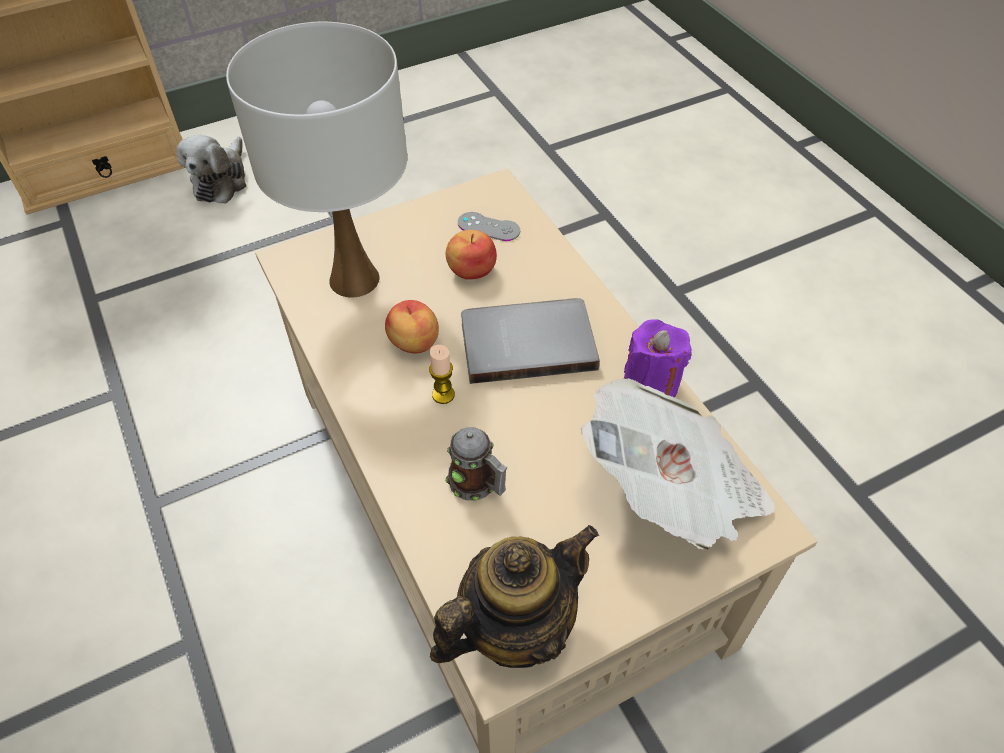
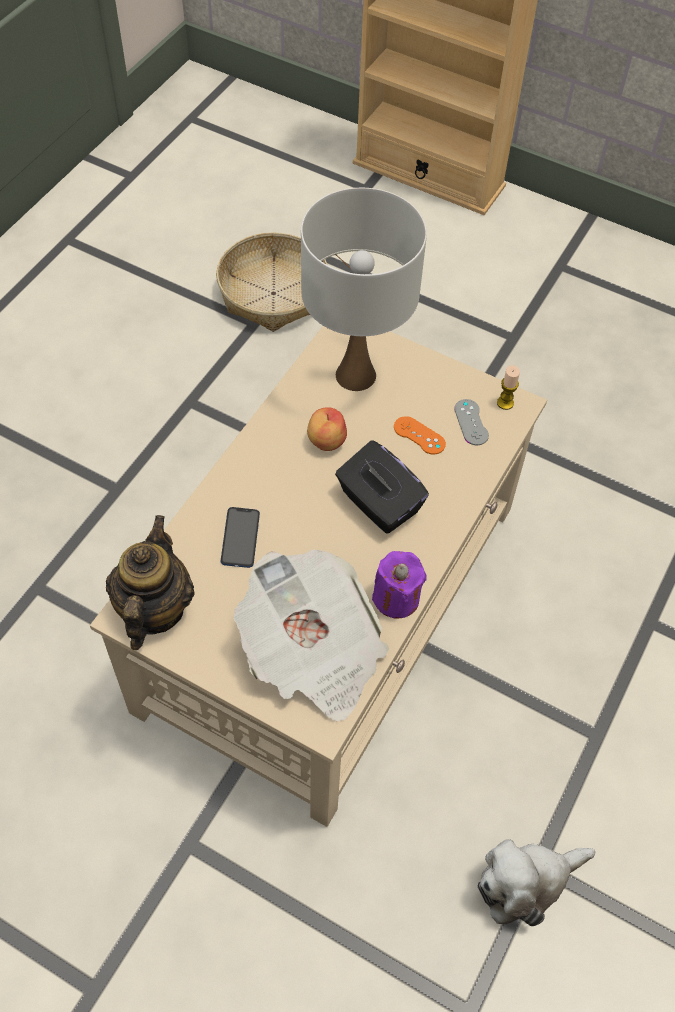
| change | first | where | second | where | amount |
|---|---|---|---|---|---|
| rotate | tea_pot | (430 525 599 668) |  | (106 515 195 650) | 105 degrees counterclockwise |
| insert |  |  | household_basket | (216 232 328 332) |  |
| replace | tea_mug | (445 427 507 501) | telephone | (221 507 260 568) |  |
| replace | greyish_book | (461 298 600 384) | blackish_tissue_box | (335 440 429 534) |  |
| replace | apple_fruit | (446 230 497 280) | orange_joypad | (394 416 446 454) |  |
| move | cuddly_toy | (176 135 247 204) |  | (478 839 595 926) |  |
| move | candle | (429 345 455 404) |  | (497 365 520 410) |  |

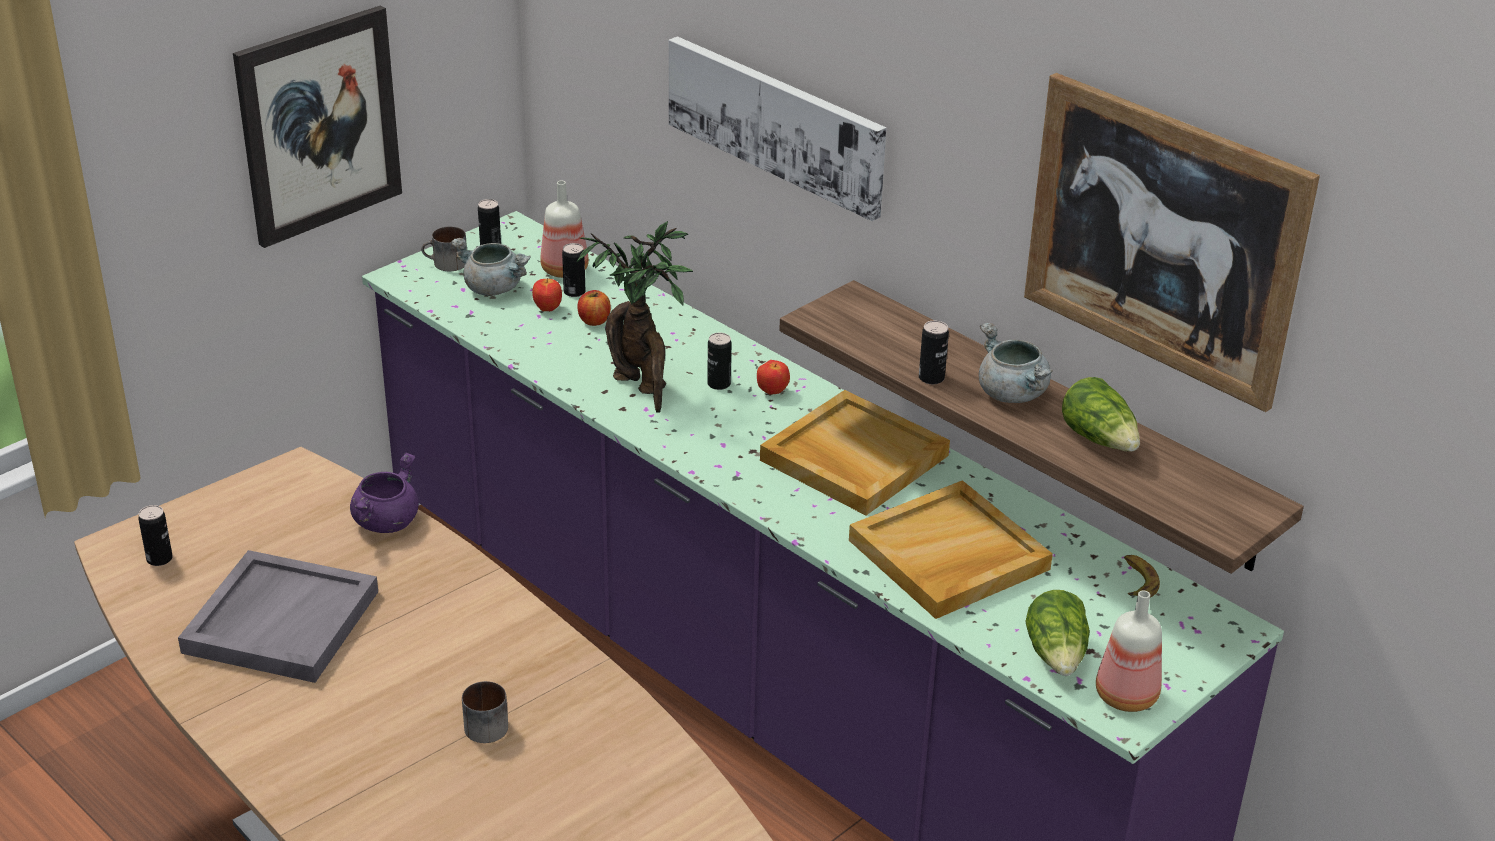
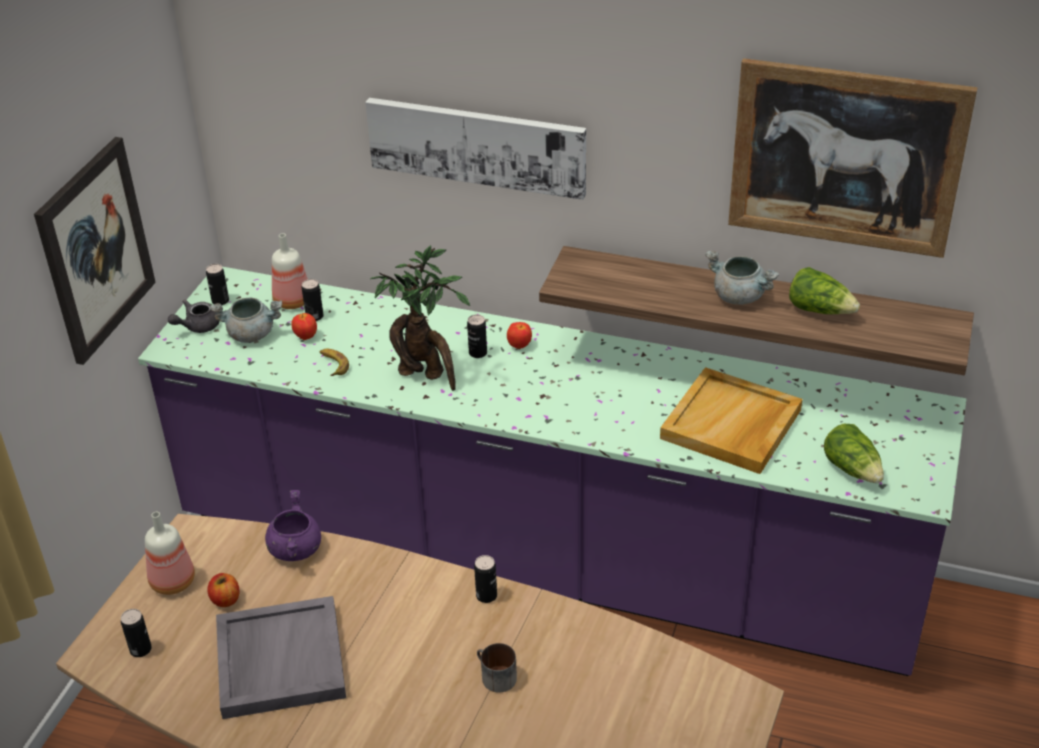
| change | first | where | second | where | amount |
|---|---|---|---|---|---|
| move | drink_bottle | (1096 590 1162 712) |  | (145 512 195 595) |  |
| replace | tea_mug | (421 226 467 271) | greyish_tea_pot | (168 300 220 333) |  |
| move | apple_fruit | (577 290 611 326) |  | (207 573 239 607) |  |
| move | banana_fruit | (1124 555 1160 597) |  | (320 349 349 376) |  |
| move | sealed_can | (919 321 949 384) |  | (474 555 497 603) |  |
| delete | beige-coloured_carrying_tray | (760 390 950 515) |  |  |  |

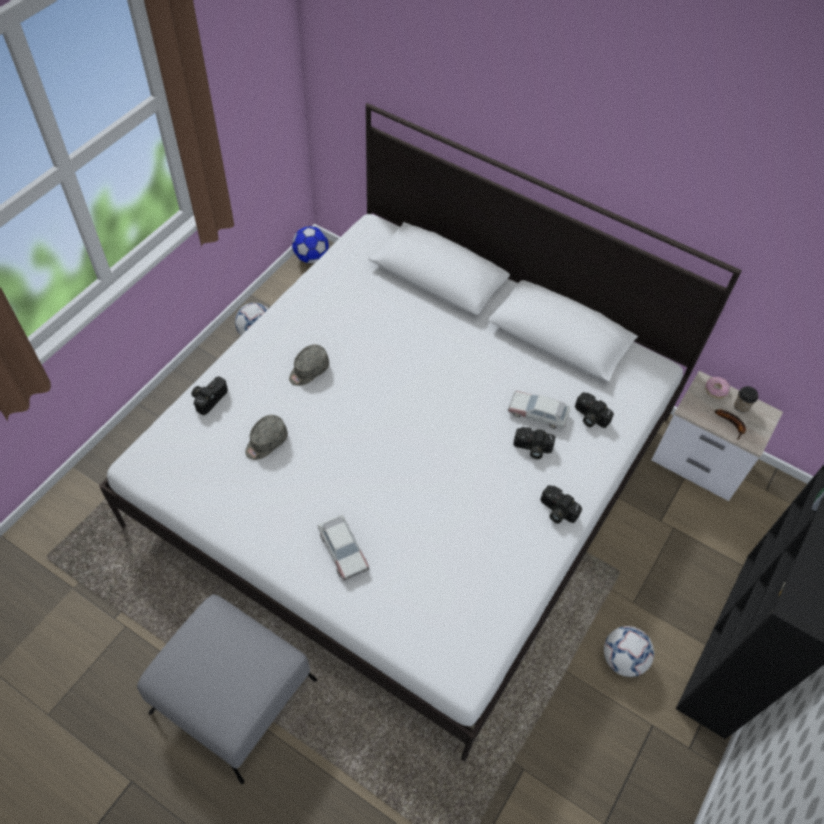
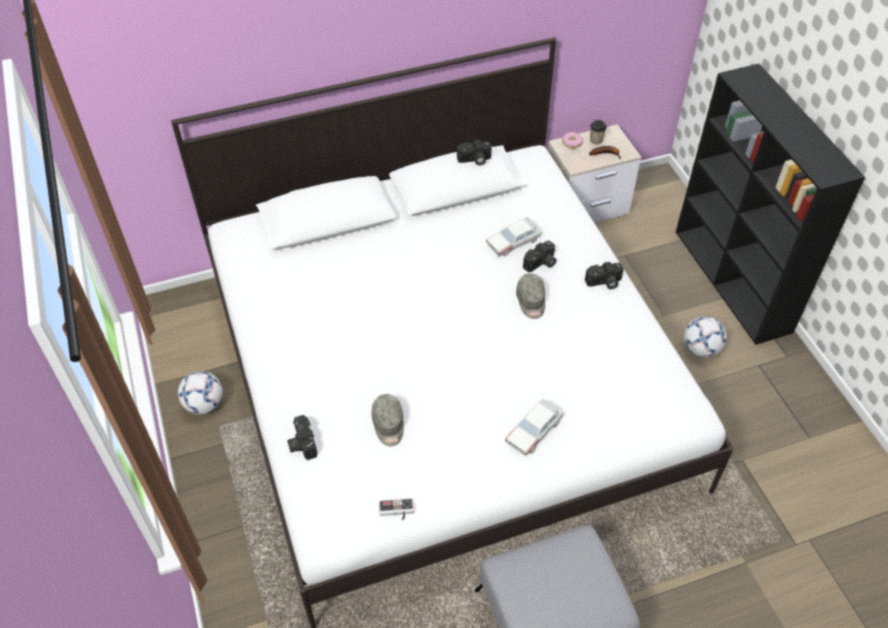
| change | first | where | second | where | amount |
|---|---|---|---|---|---|
| insert |  |  | joypad | (379 498 414 520) |  |
| move | photo_camera | (575 392 614 428) |  | (457 140 492 165) |  |
| rotate | model_car | (318 515 369 581) |  | (505 399 563 456) | 120 degrees clockwise |
| move | greyish_peaked_cap | (289 344 329 386) |  | (516 273 545 319) |  |
| delete | ball_for_football | (292 226 329 263) |  |  |  |

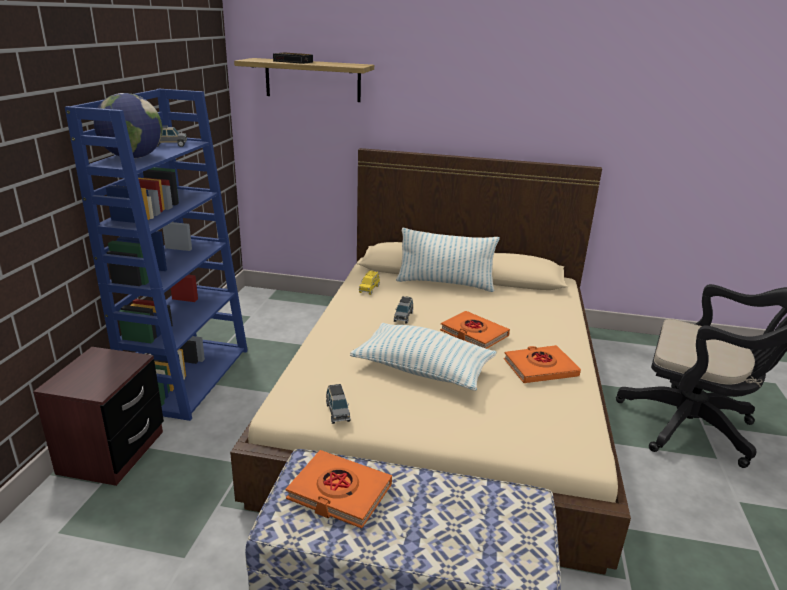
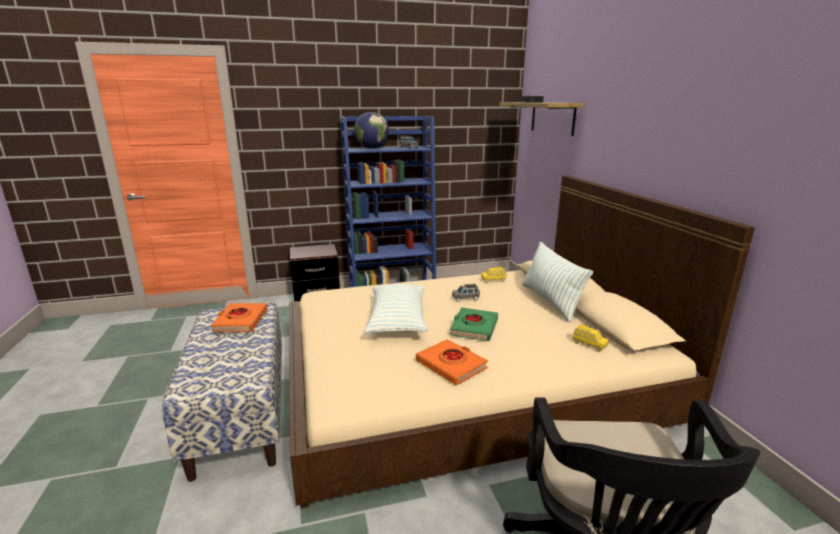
| change | first | where | second | where | amount |
|---|---|---|---|---|---|
| recolor | orange_book | (440 311 510 349) | green-coloured_book | (450 307 498 341) |  |
| insert |  |  | yellow-coloured_model_car | (573 324 608 352) |  |
| delete | greyish_model_car | (326 384 351 424) |  |  |  |

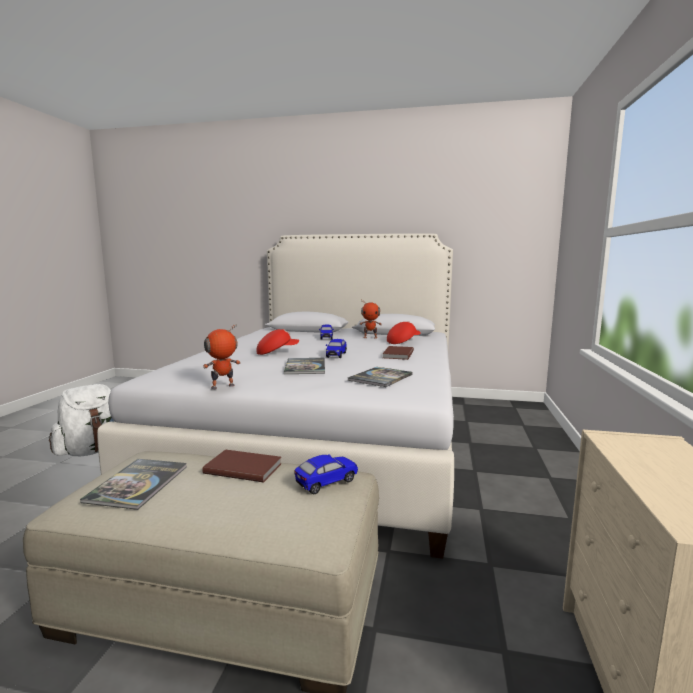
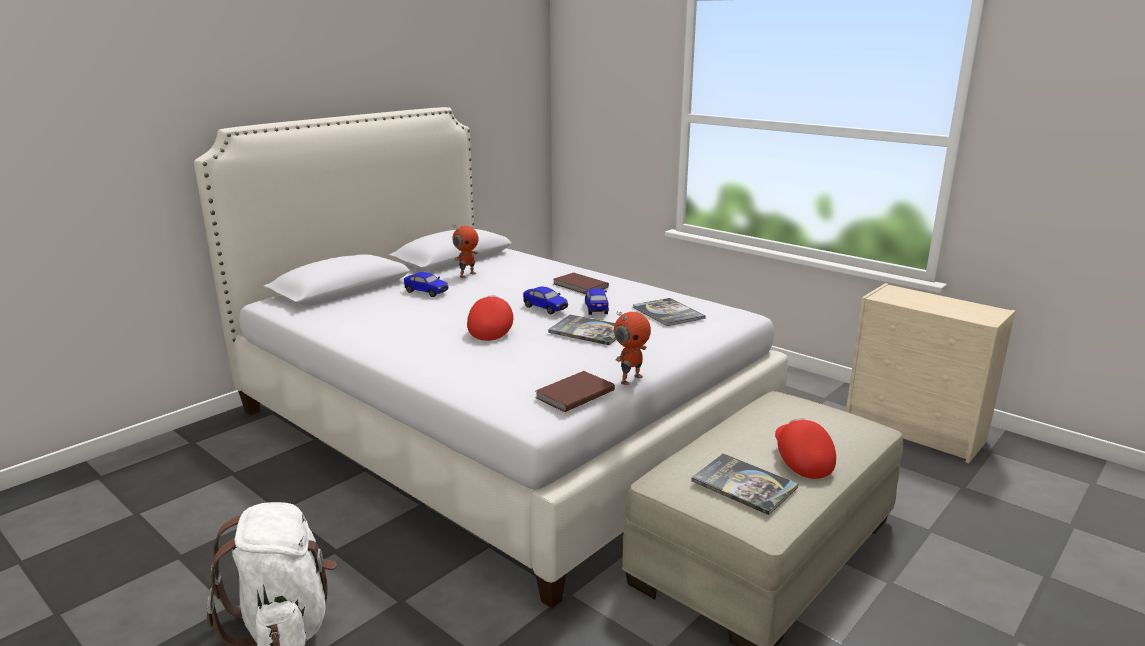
| change | first | where | second | where | amount |
|---|---|---|---|---|---|
| move | brown-coloured_book | (202 449 282 482) |  | (536 371 615 412) |  |
| move | model_car | (294 455 358 494) |  | (584 289 609 315) |  |
| rotate | model_robot | (203 325 241 389) |  | (614 311 651 385) | 135 degrees counterclockwise |
| move | red_peaked_cap | (387 321 421 344) |  | (775 418 836 479) |  |

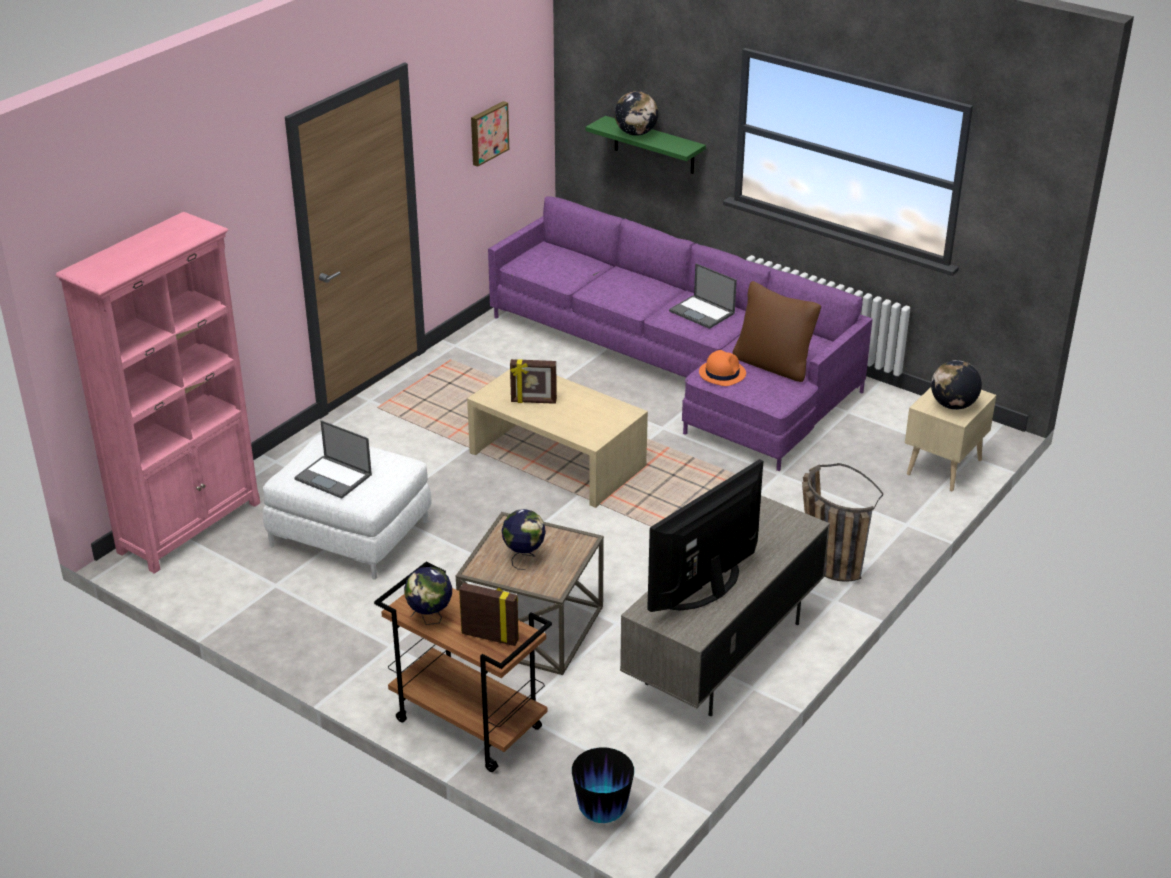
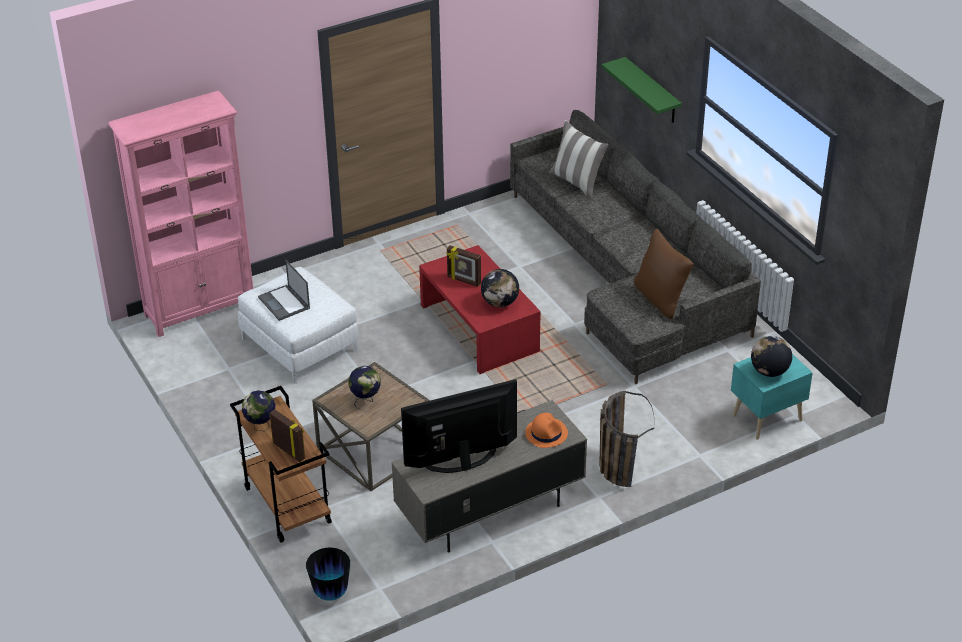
| change | first | where | second | where | amount |
|---|---|---|---|---|---|
| recolor | beige-coloured_coffee_table | (467 369 648 508) | red_coffee_table | (419 245 541 374) |  |
| move | globe | (615 91 658 136) |  | (481 269 519 307) |  |
| recolor | purple-coloured_settee | (488 196 873 471) | greyish_settee | (510 110 761 384) |  |
| move | orange_clothing_hat | (699 350 746 386) |  | (525 413 568 448) |  |
| insert |  |  | cushion | (549 120 609 199) |  |
| recolor | beige-coloured_nightstand | (905 387 996 491) | blue-green_nightstand | (731 354 813 440) |  |
| delete | picture | (471 101 509 167) |  |  |  |
| delete | laptop | (669 263 737 329) |  |  |  |

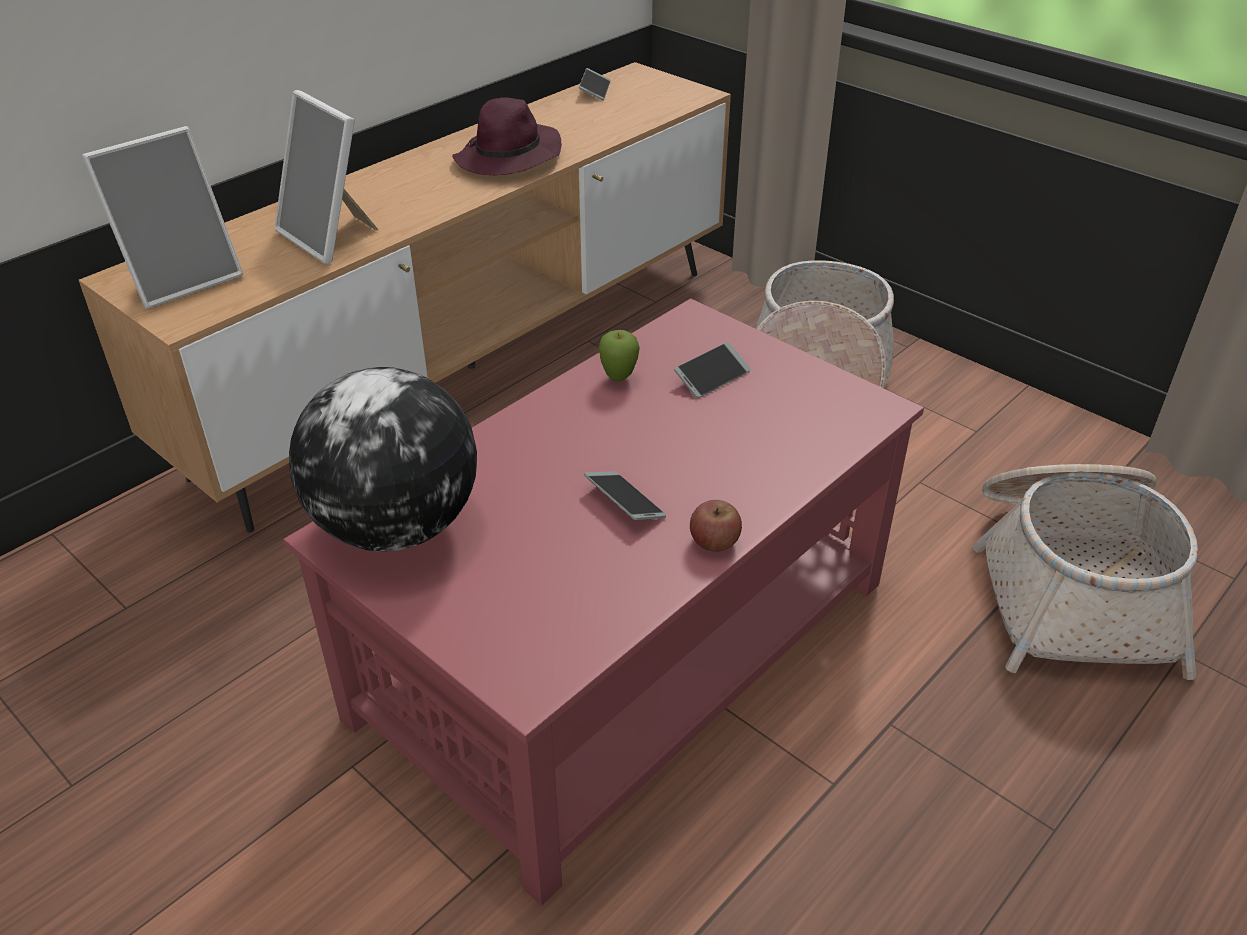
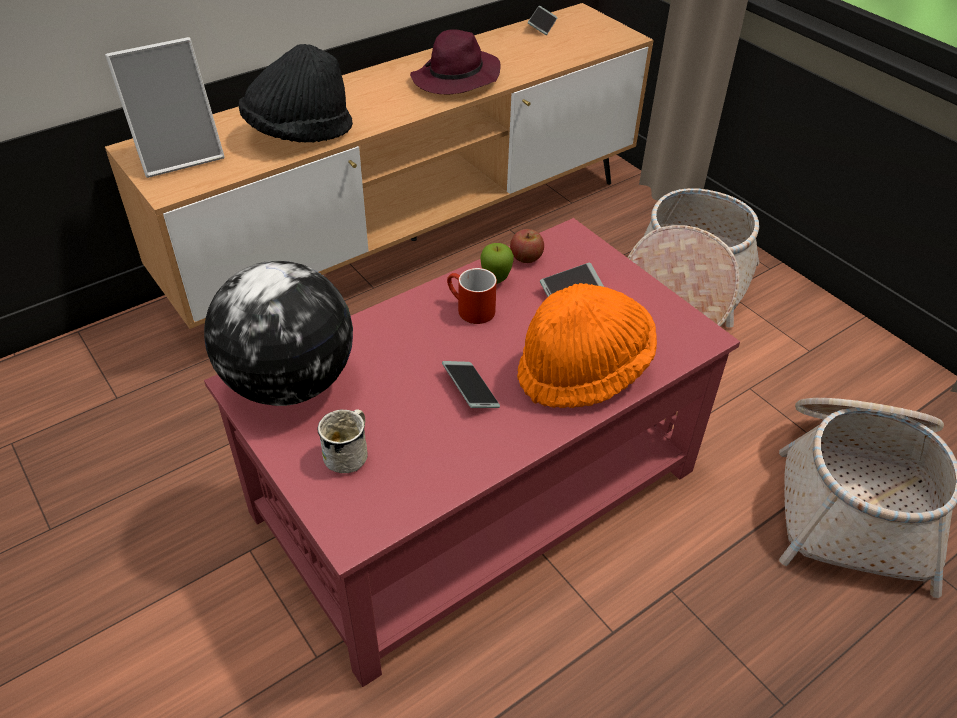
| change | first | where | second | where | amount |
|---|---|---|---|---|---|
| replace | picture_frame | (275 90 378 264) | blackish_clothing_hat | (238 44 353 143) |  |
| insert |  |  | whitish_tea_mug | (318 409 368 473) |  |
| insert |  |  | red_tea_mug | (447 268 497 324) |  |
| move | apple_fruit | (690 500 742 552) |  | (510 229 544 263) |  |
| insert |  |  | orange_clothing_hat | (517 283 657 408) |  |

